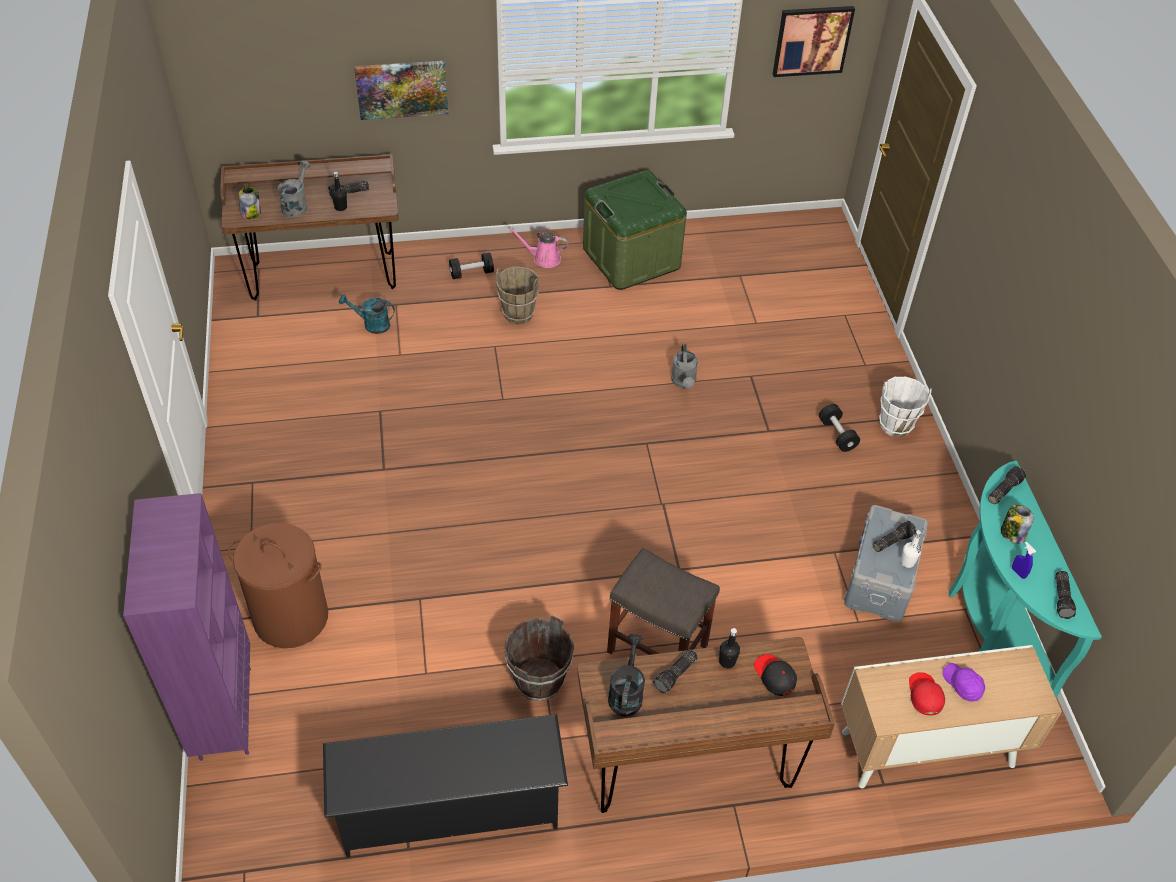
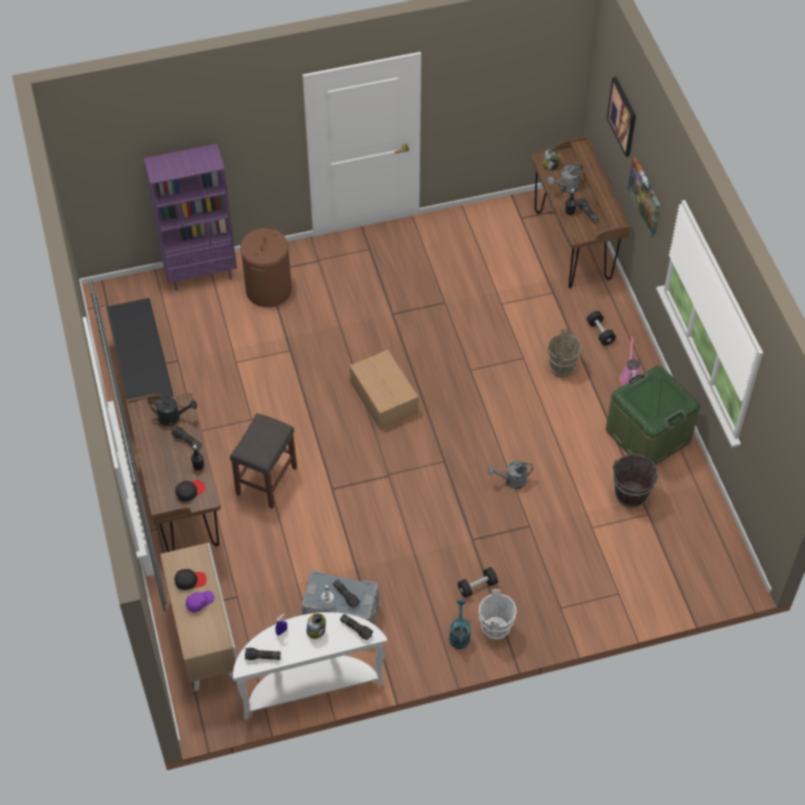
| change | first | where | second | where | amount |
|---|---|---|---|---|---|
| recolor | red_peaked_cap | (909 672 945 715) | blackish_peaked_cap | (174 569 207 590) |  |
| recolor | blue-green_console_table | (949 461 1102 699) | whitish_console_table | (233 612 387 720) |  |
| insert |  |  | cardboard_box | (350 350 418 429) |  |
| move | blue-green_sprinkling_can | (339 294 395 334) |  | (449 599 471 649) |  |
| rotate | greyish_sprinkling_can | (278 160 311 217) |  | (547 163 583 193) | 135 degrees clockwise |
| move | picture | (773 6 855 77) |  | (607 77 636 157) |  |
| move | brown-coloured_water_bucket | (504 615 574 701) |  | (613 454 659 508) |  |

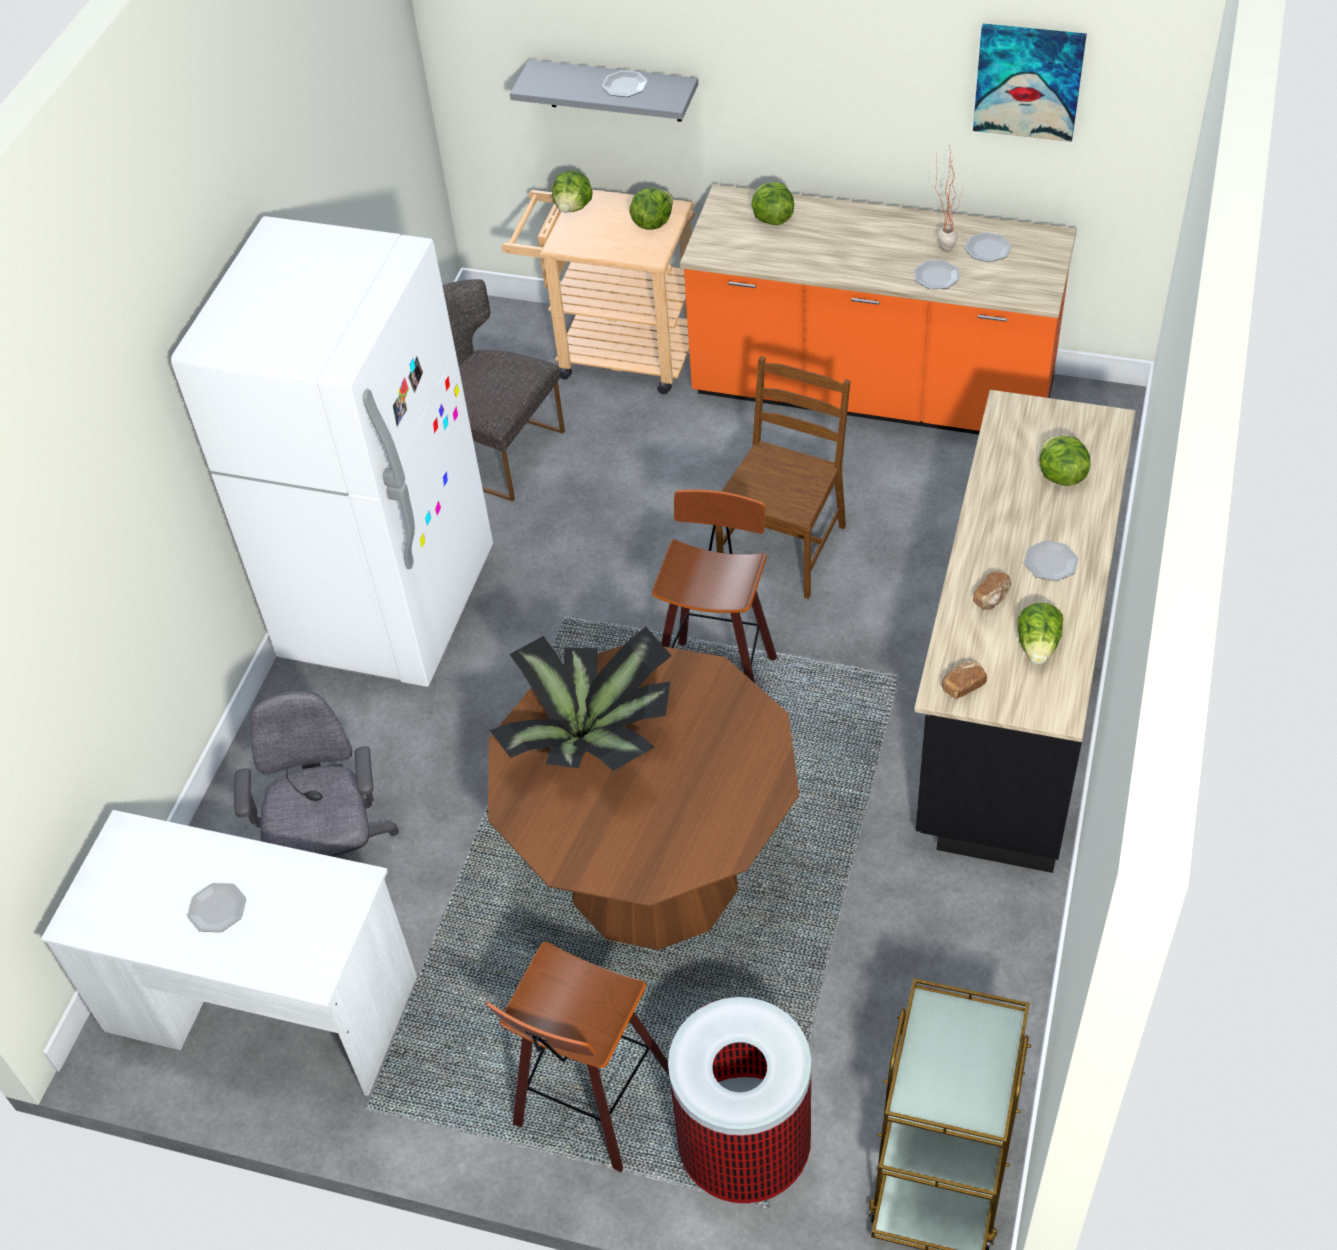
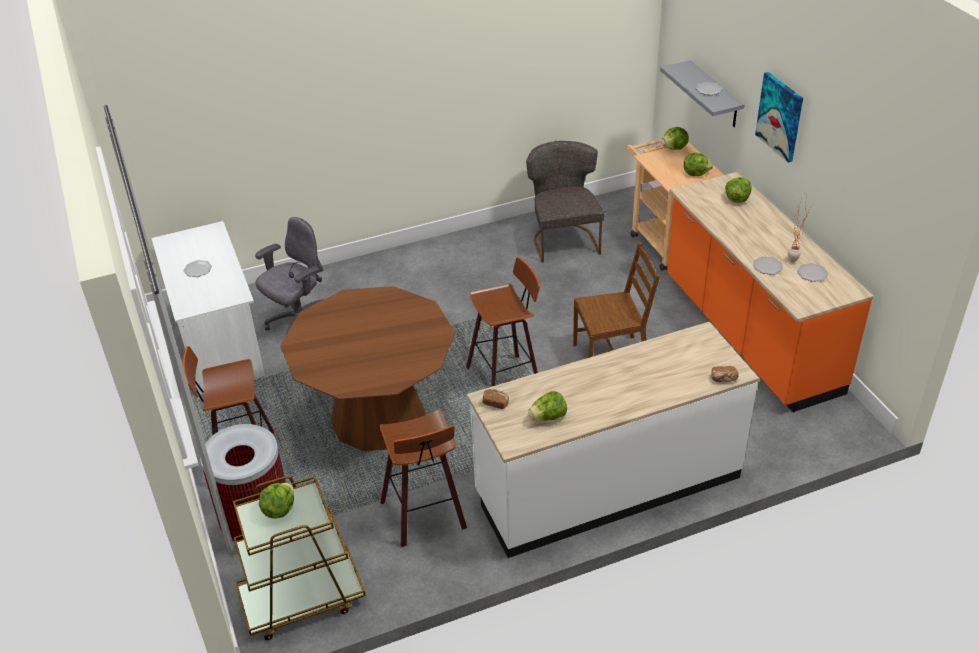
| change | first | where | second | where | amount |
|---|---|---|---|---|---|
| move | lettuce | (1039 436 1090 486) |  | (259 483 294 519) |  |
| insert |  |  | sitting_stool | (379 409 467 547) |  |
| recolor | blackish_counter | (914 390 1136 873) | whitish_counter | (467 322 759 558) |  |
| move | bakery_bread | (973 571 1011 610) |  | (711 366 739 382) |  |
| move | picture | (973 23 1087 142) |  | (755 72 803 163) |  |
| delete | whitish_kitchen_fridge | (171 216 493 687) |  |  |  |
| delete | houseplant | (490 626 672 771) |  |  |  |
| delete | flat_dish | (1024 540 1078 581) |  |  |  |

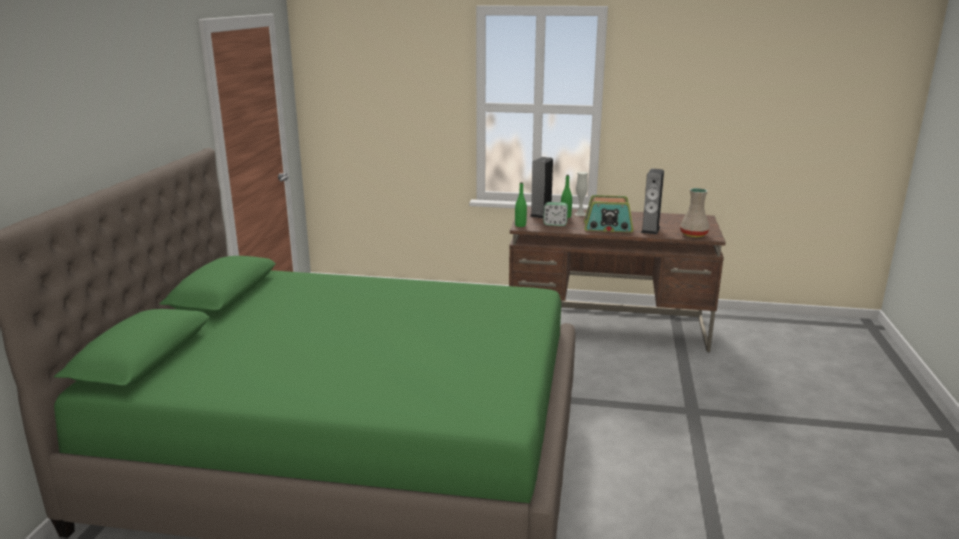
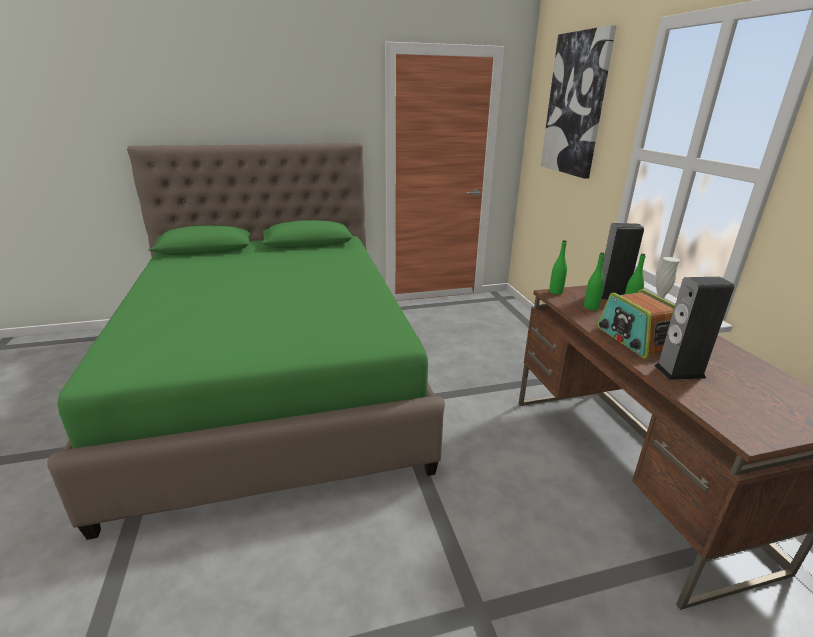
| change | first | where | second | where | amount |
|---|---|---|---|---|---|
| insert |  |  | picture | (541 25 616 179) |  |
| replace | bedside_clock | (543 202 568 226) | green-coloured_drink_bottle | (584 252 605 310) |  |
| delete | beige-coloured_vase | (680 188 709 237) |  |  |  |

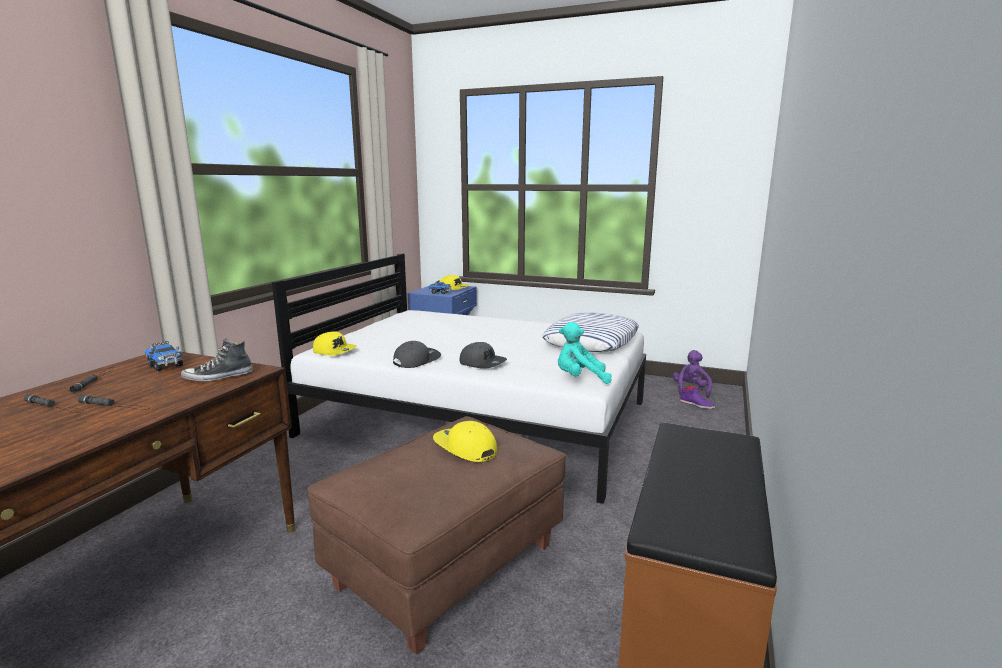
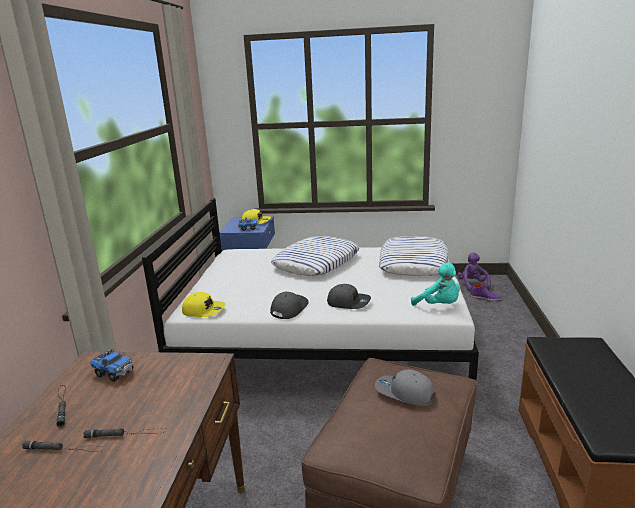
| change | first | where | second | where | amount |
|---|---|---|---|---|---|
| insert |  |  | cushion | (271 236 359 276) |  |
| recolor | yellow-coloured_peaked_cap | (433 421 497 462) | greyish_peaked_cap | (375 369 435 406) |  |
| rotate | blue-green_cuddly_toy | (558 322 612 384) |  | (411 262 460 306) | 120 degrees counterclockwise |
| delete | shoe | (181 338 253 382) |  |  |  |

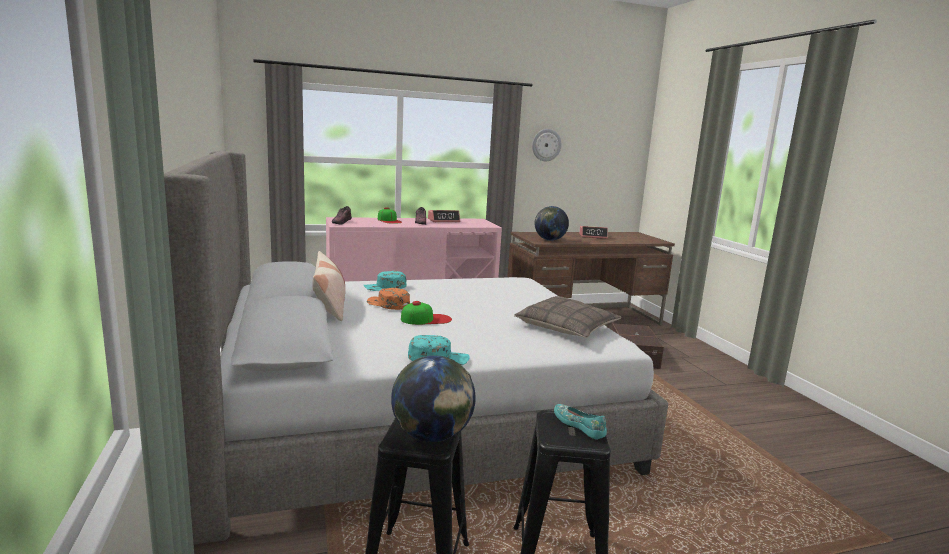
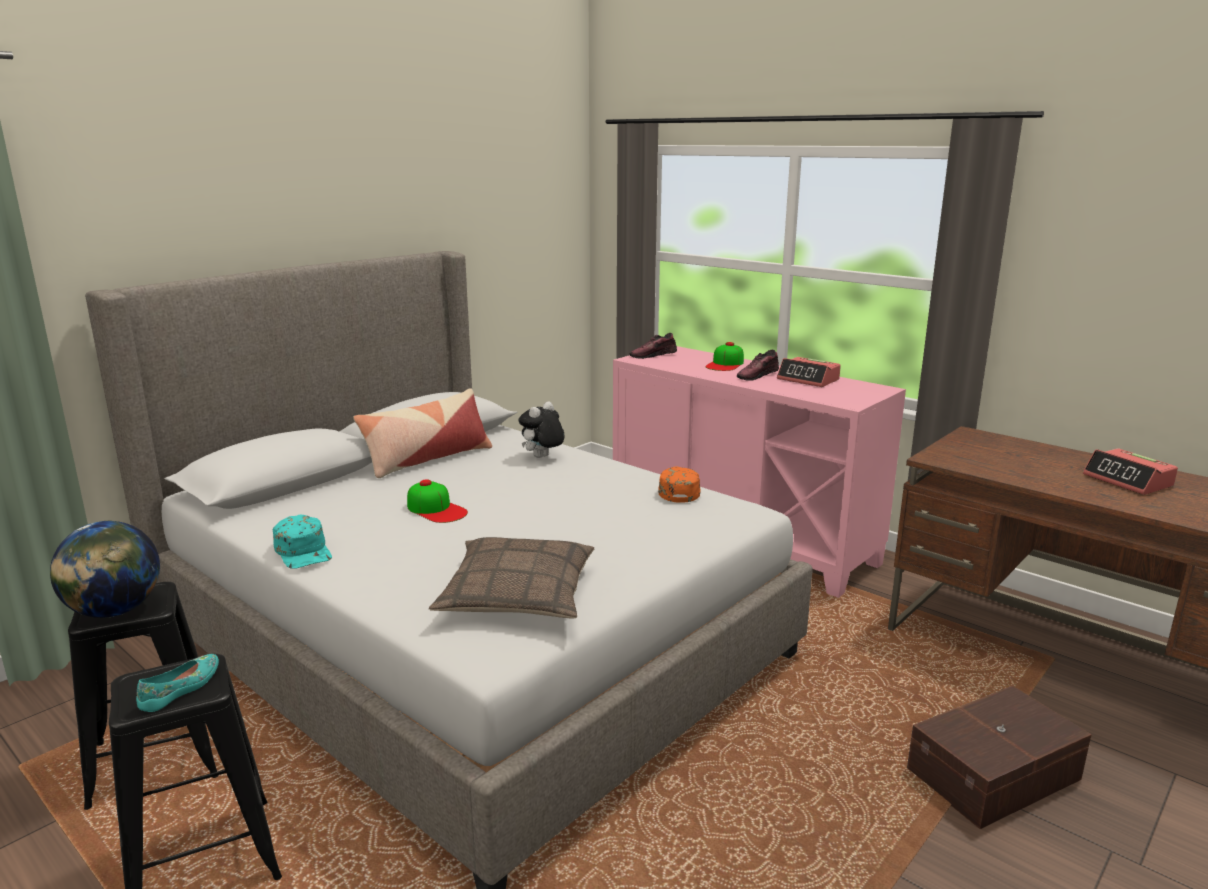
| change | first | where | second | where | amount |
|---|---|---|---|---|---|
| replace | blue-green_peaked_cap | (363 271 407 291) | cuddly_toy | (518 401 564 458) |  |
| move | orange_peaked_cap | (367 288 410 310) |  | (658 467 701 503) |  |
| delete | clock_on_the_wall | (532 129 561 161) |  |  |  |
| delete | globe | (535 206 569 241) |  |  |  |

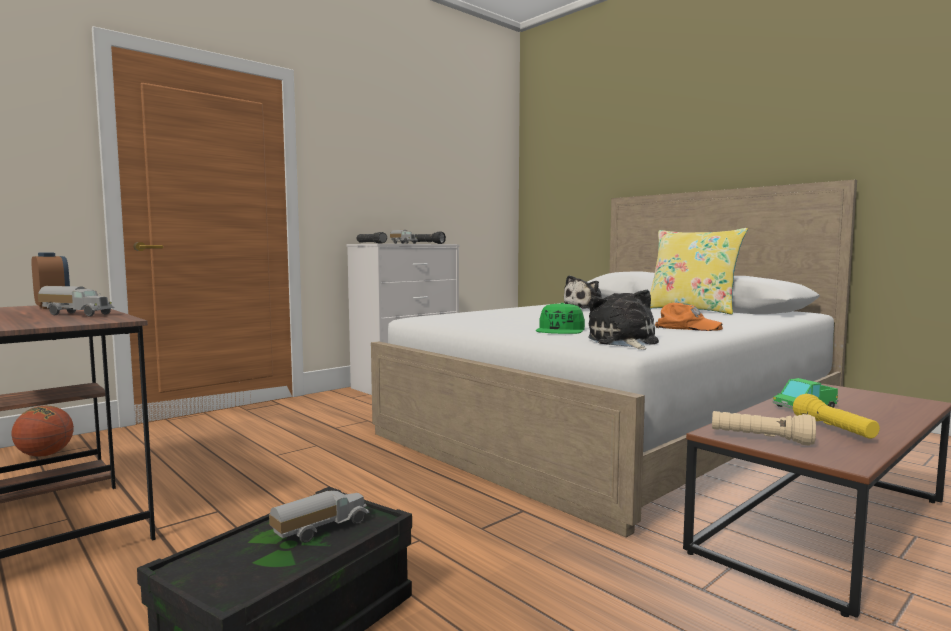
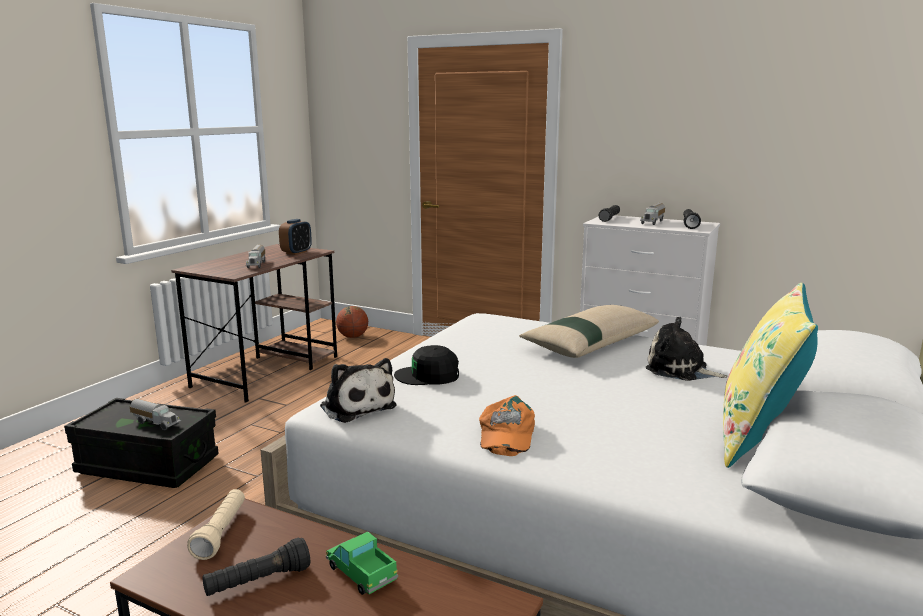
| change | first | where | second | where | amount |
|---|---|---|---|---|---|
| recolor | yellow-coloured_flashlight | (793 394 880 439) | blackish_flashlight | (202 538 310 596) |  |
| rotate | cuddly_toy | (588 290 659 350) |  | (320 358 397 423) | 75 degrees clockwise |
| recolor | green-coloured_peaked_cap | (536 303 585 334) | blackish_peaked_cap | (394 345 459 385) |  |
| insert |  |  | beige-coloured_cushion | (519 305 659 358) |  |

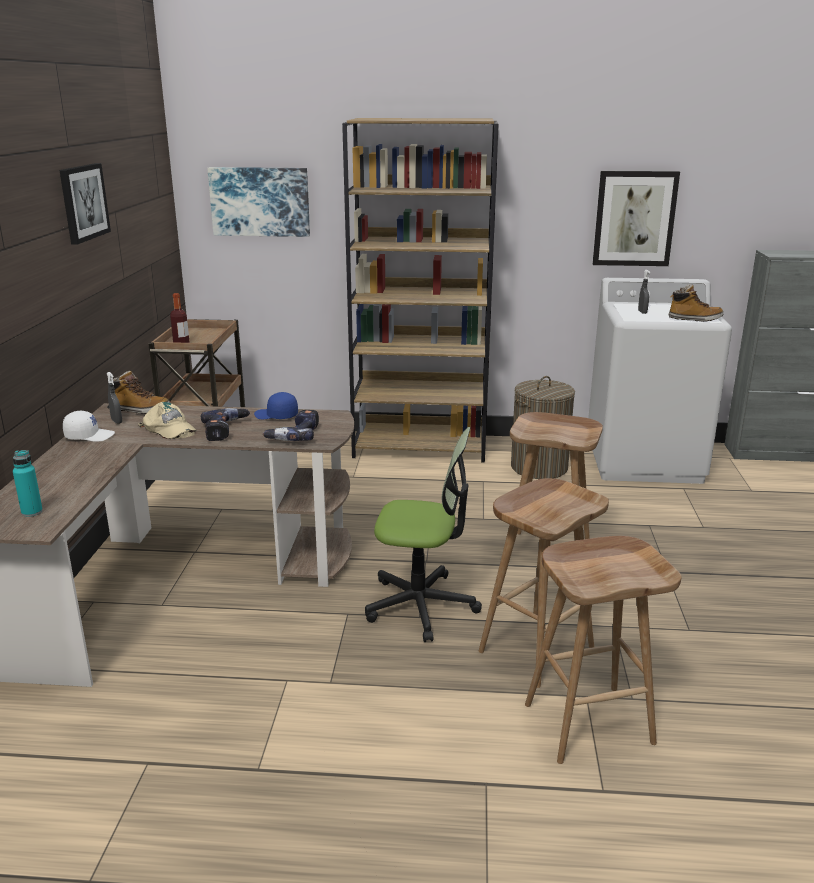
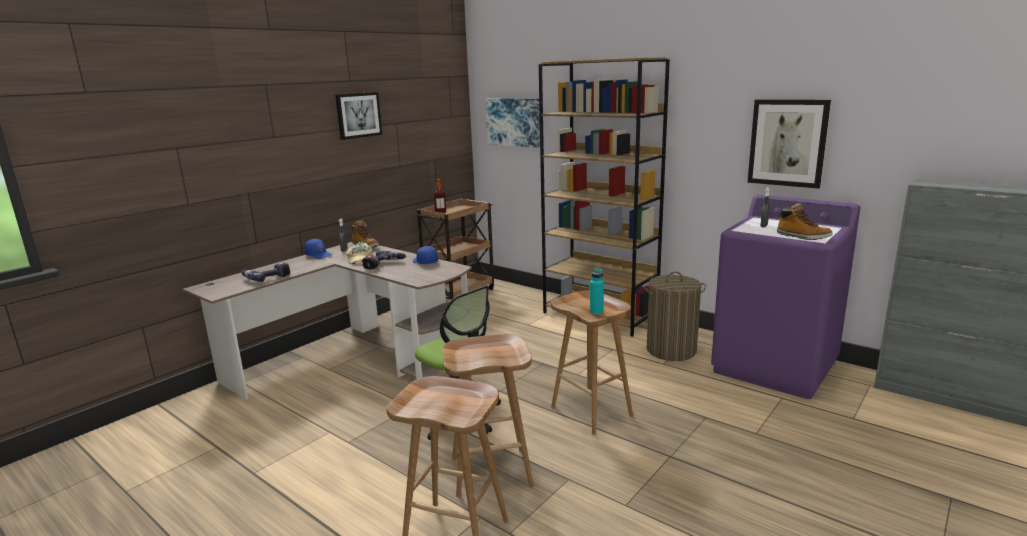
| change | first | where | second | where | amount |
|---|---|---|---|---|---|
| move | electric_drill | (263 410 319 441) |  | (242 262 290 282) |  |
| recolor | whitish_peaked_cap | (63 411 115 442) | bluish_peaked_cap | (304 239 333 259) |  |
| move | blue-green_drink_bottle | (13 450 43 517) |  | (590 268 604 315) |  |
| recolor | whitish_laundry_appliance | (588 278 732 484) | purple-coloured_laundry_appliance | (711 195 861 399) |  |

